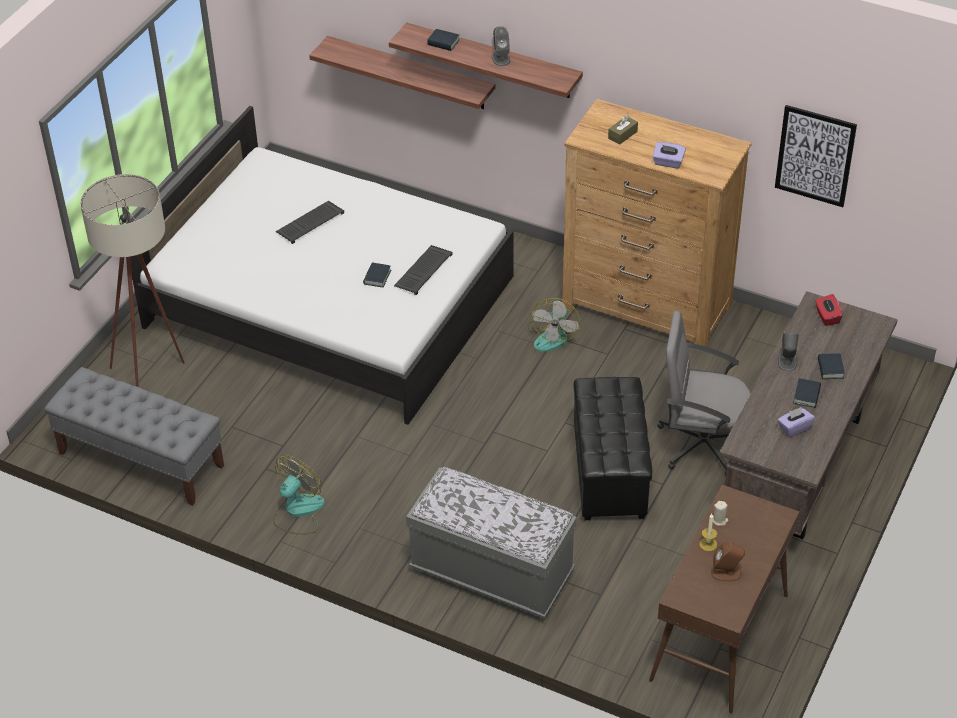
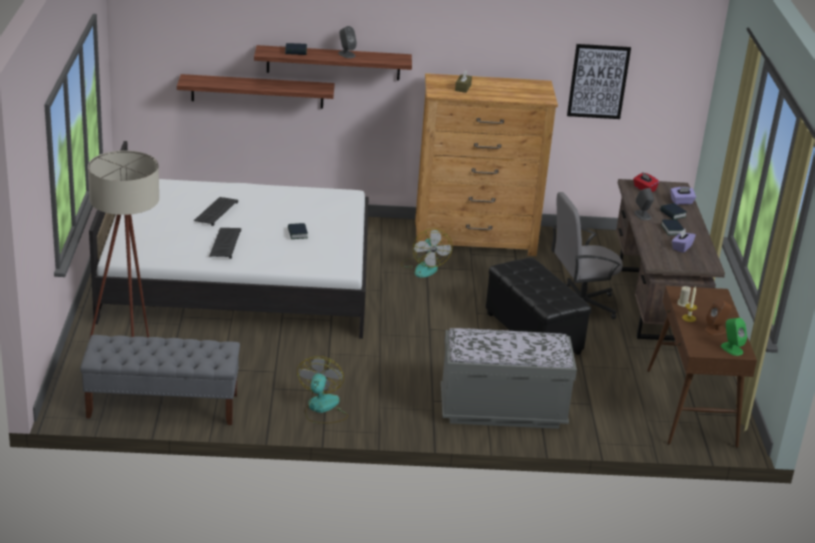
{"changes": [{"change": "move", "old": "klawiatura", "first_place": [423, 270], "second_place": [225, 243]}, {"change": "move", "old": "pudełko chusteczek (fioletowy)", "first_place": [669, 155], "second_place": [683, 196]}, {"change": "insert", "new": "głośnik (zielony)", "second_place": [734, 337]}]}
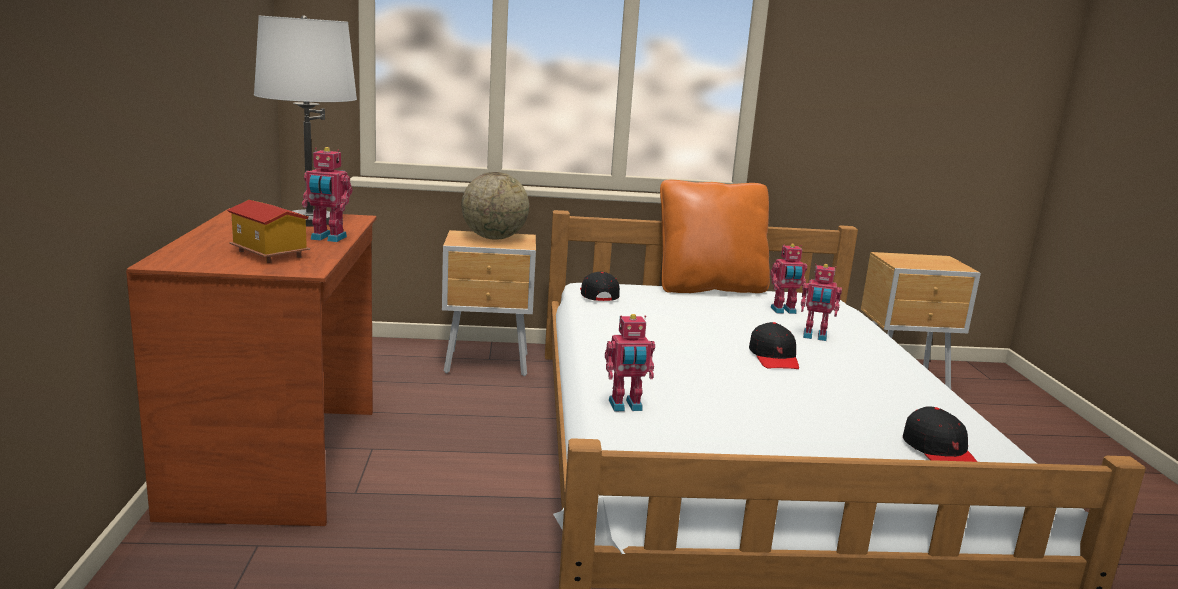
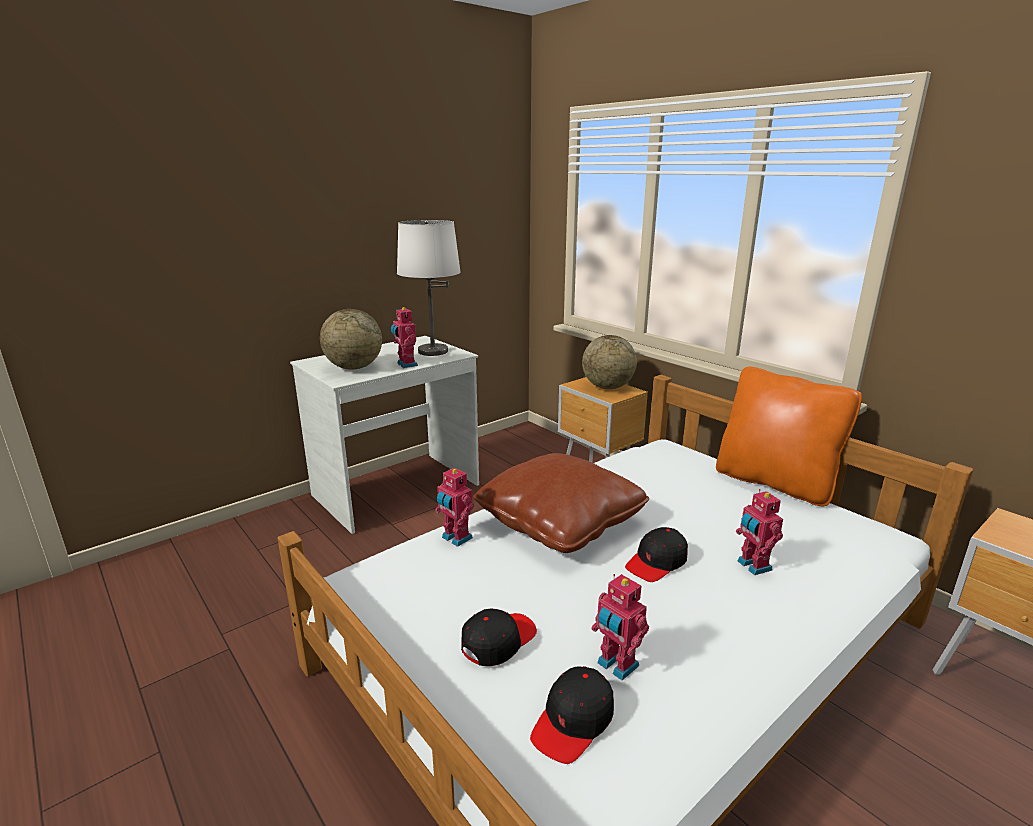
{"changes": [{"change": "recolor", "old": "biurko (brązowy)", "new": "biurko (biały)", "first_place": [251, 367], "second_place": [384, 435]}, {"change": "replace", "old": "domek", "new": "globus", "first_place": [268, 231], "second_place": [351, 339]}, {"change": "move", "old": "czapka z daszkiem (czarny)", "first_place": [600, 286], "second_place": [499, 637]}, {"change": "insert", "new": "poduszka (brązowy)", "second_place": [561, 503]}, {"change": "move", "old": "robot zabawkowy", "first_place": [788, 279], "second_place": [620, 627]}]}
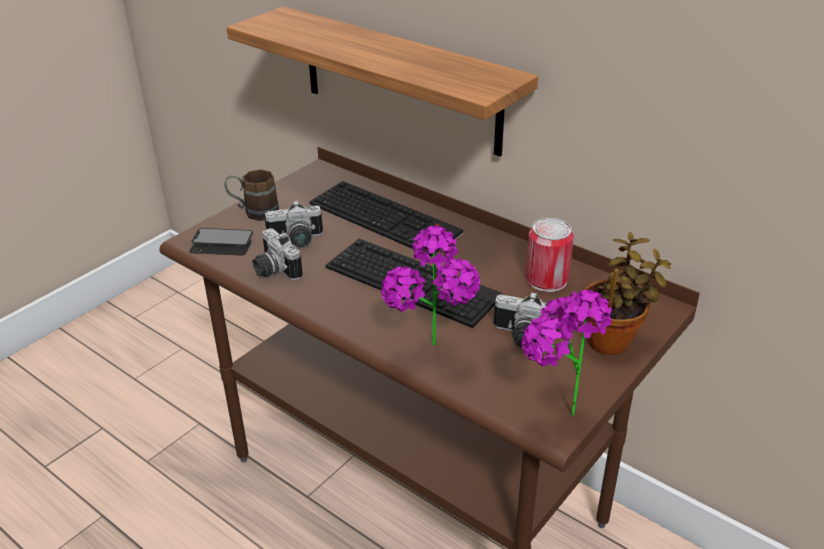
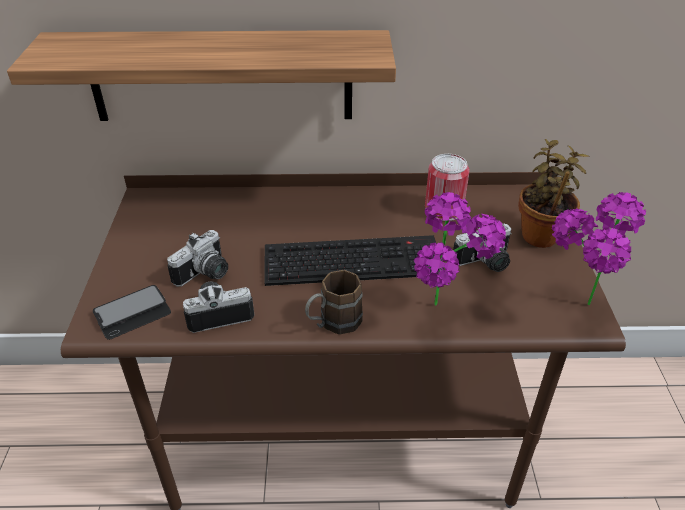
{"changes": [{"change": "rotate", "old": "aparat fotograficzny", "first_place": [277, 254], "second_place": [219, 307], "degrees": 150}, {"change": "move", "old": "kubek (brązowy)", "first_place": [252, 195], "second_place": [334, 302]}, {"change": "delete", "old": "klawiatura", "first_place": [386, 219]}]}
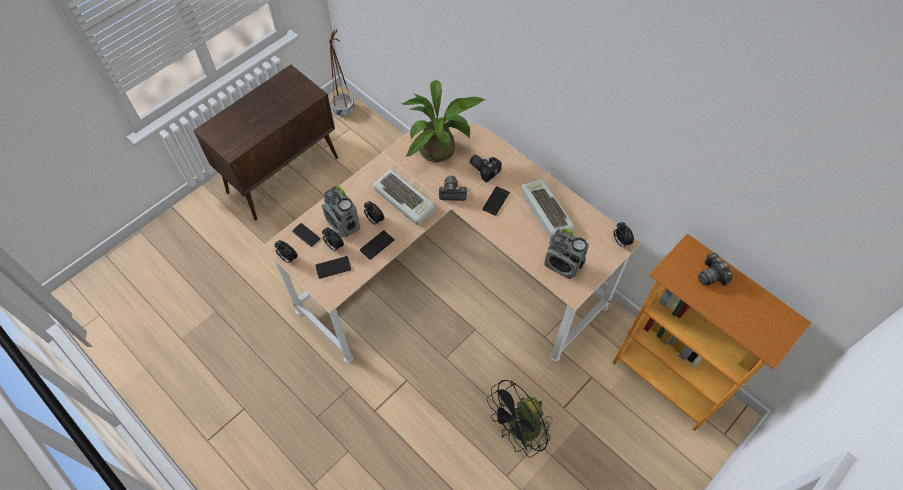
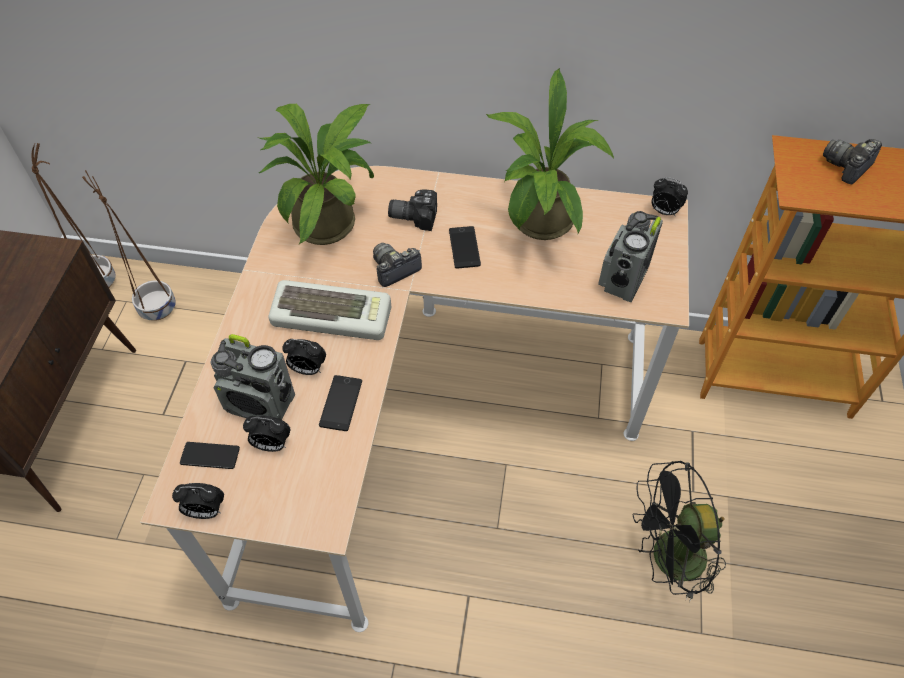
{"changes": [{"change": "insert", "new": "donica (brązowy)", "second_place": [129, 245]}, {"change": "replace", "old": "klawiatura", "new": "roślina doniczkowa", "first_place": [548, 208], "second_place": [550, 154]}, {"change": "rotate", "old": "radio", "first_place": [566, 253], "second_place": [630, 256], "degrees": 120}, {"change": "rotate", "old": "wentylator (czarny)", "first_place": [519, 419], "second_place": [679, 531], "degrees": 60}, {"change": "rotate", "old": "aparat fotograficzny", "first_place": [715, 269], "second_place": [852, 161], "degrees": 105}, {"change": "delete", "old": "telefon", "first_place": [333, 267]}]}
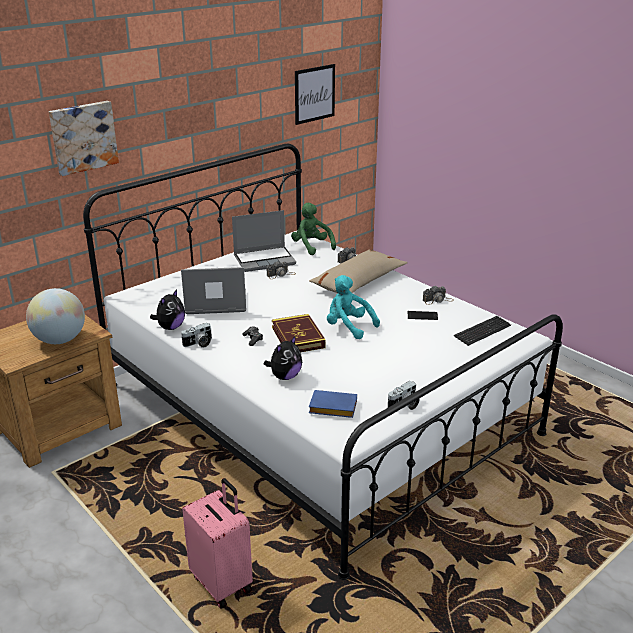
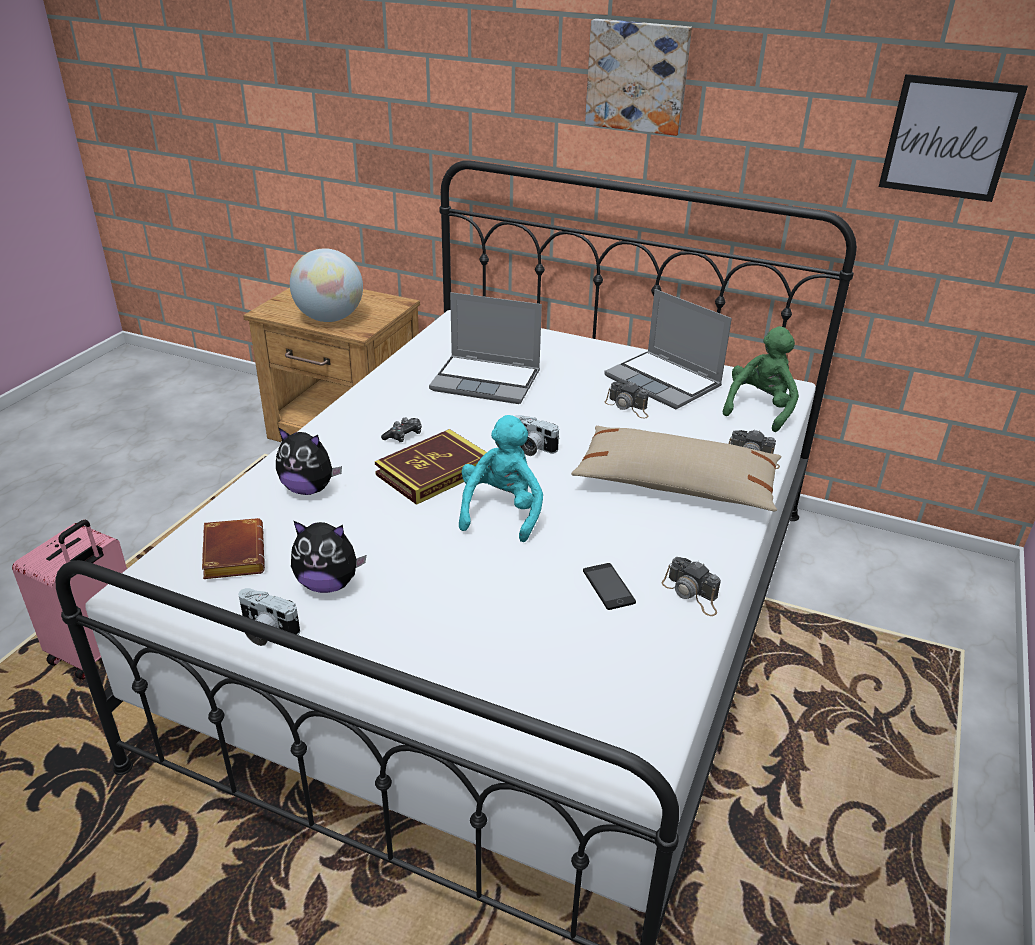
{"changes": [{"change": "recolor", "old": "książka (niebieski)", "new": "książka (brązowy)", "first_place": [333, 404], "second_place": [233, 548]}, {"change": "move", "old": "pluszak", "first_place": [167, 309], "second_place": [328, 557]}, {"change": "rotate", "old": "laptop", "first_place": [213, 290], "second_place": [485, 348], "degrees": 135}, {"change": "move", "old": "aparat fotograficzny", "first_place": [196, 335], "second_place": [537, 435]}, {"change": "move", "old": "obraz", "first_place": [84, 138], "second_place": [638, 77]}, {"change": "delete", "old": "klawiatura", "first_place": [482, 331]}]}
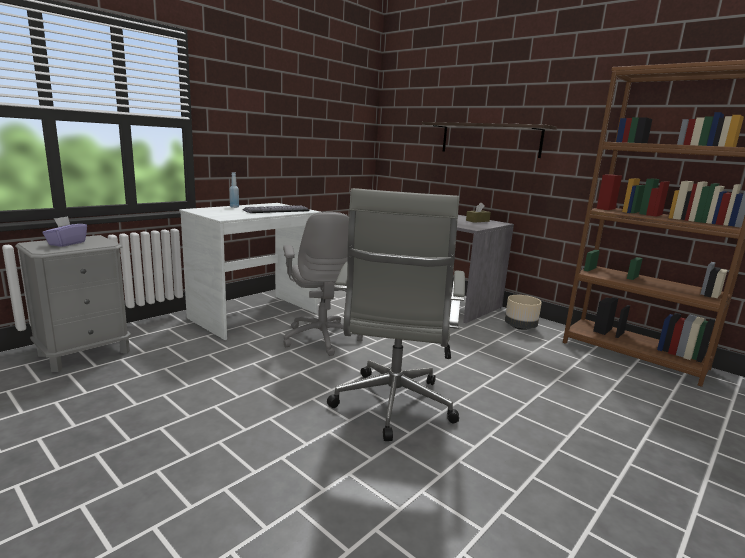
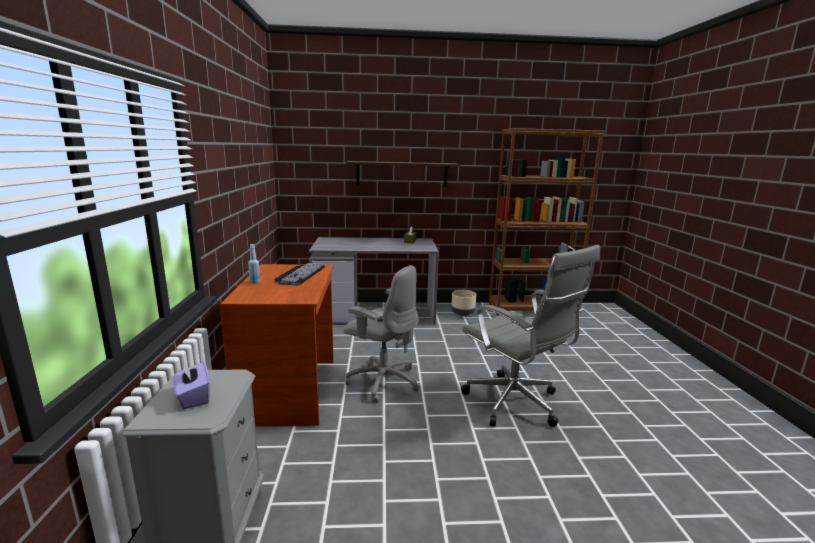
{"changes": [{"change": "recolor", "old": "biurko (biały)", "new": "biurko (brązowy)", "first_place": [249, 271], "second_place": [277, 345]}]}
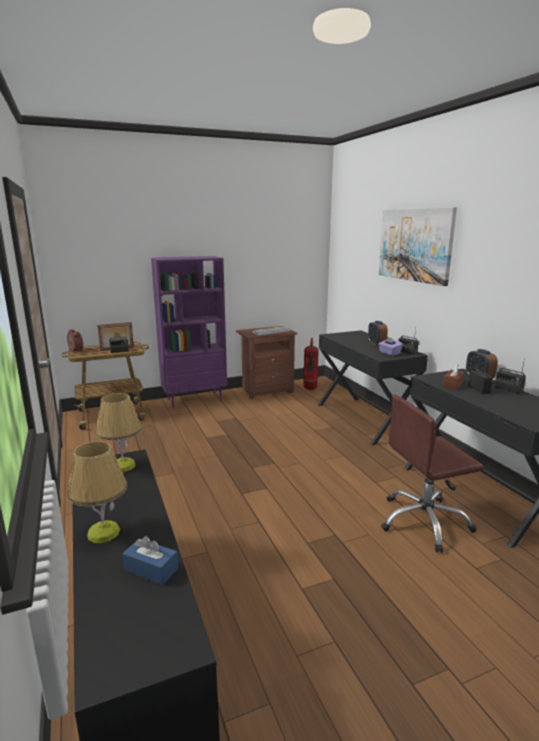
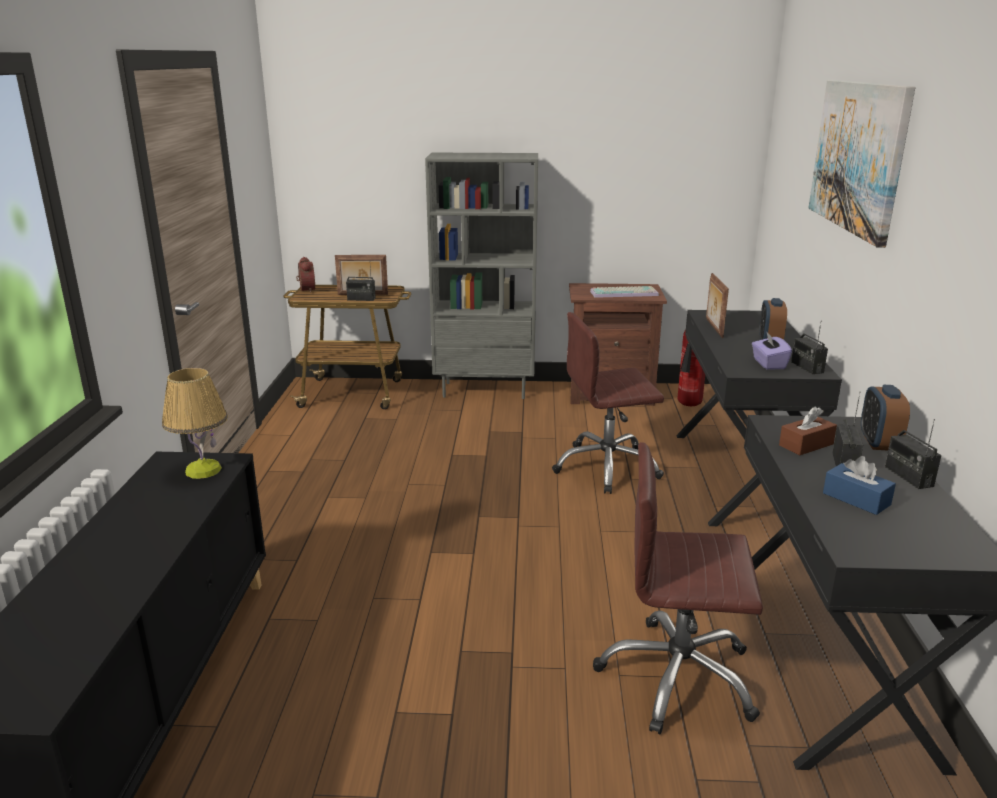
{"changes": [{"change": "recolor", "old": "regał (fioletowy)", "new": "regał (szary)", "first_place": [189, 332], "second_place": [481, 276]}, {"change": "insert", "new": "krzesło biurowe (brązowy)", "second_place": [608, 403]}, {"change": "insert", "new": "ramka na zdjęcie", "second_place": [717, 305]}, {"change": "move", "old": "pudełko chusteczek (niebieski)", "first_place": [150, 560], "second_place": [859, 485]}, {"change": "delete", "old": "lampa stołowa", "first_place": [97, 492]}]}
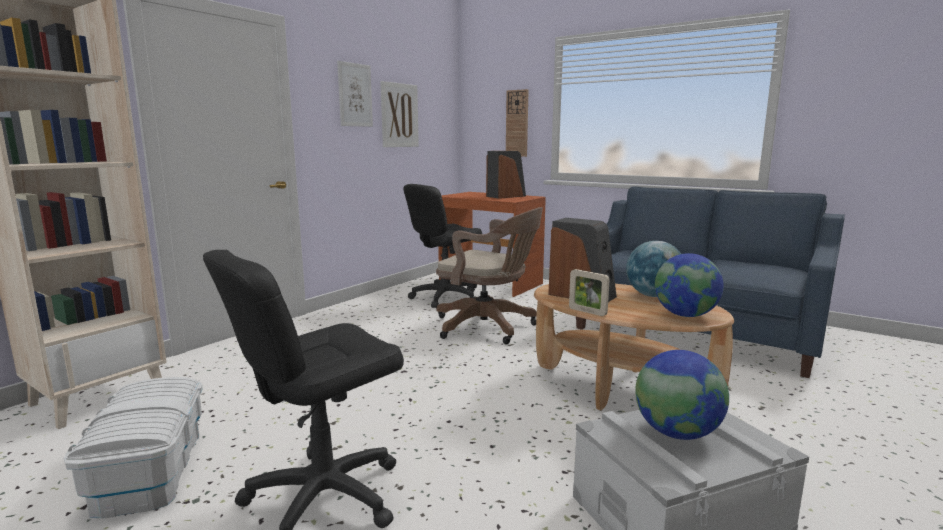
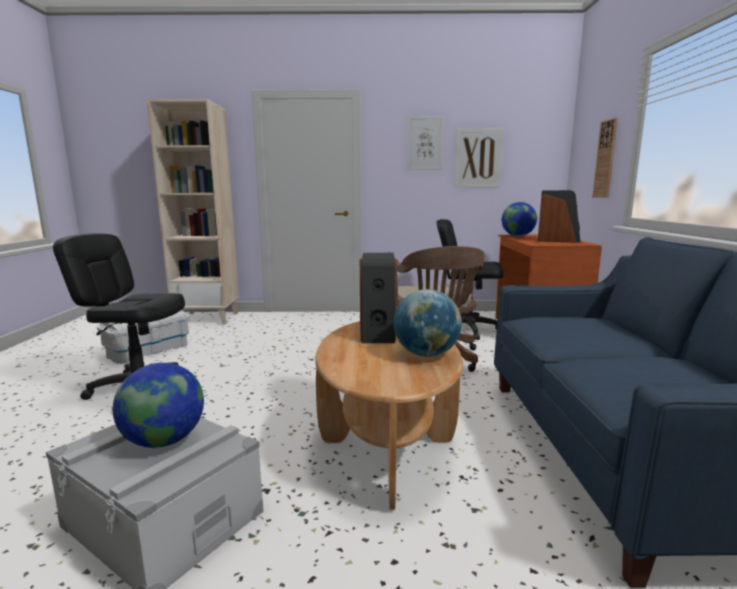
{"changes": [{"change": "move", "old": "globus", "first_place": [689, 285], "second_place": [519, 219]}, {"change": "delete", "old": "ramka na zdjęcie", "first_place": [589, 292]}]}
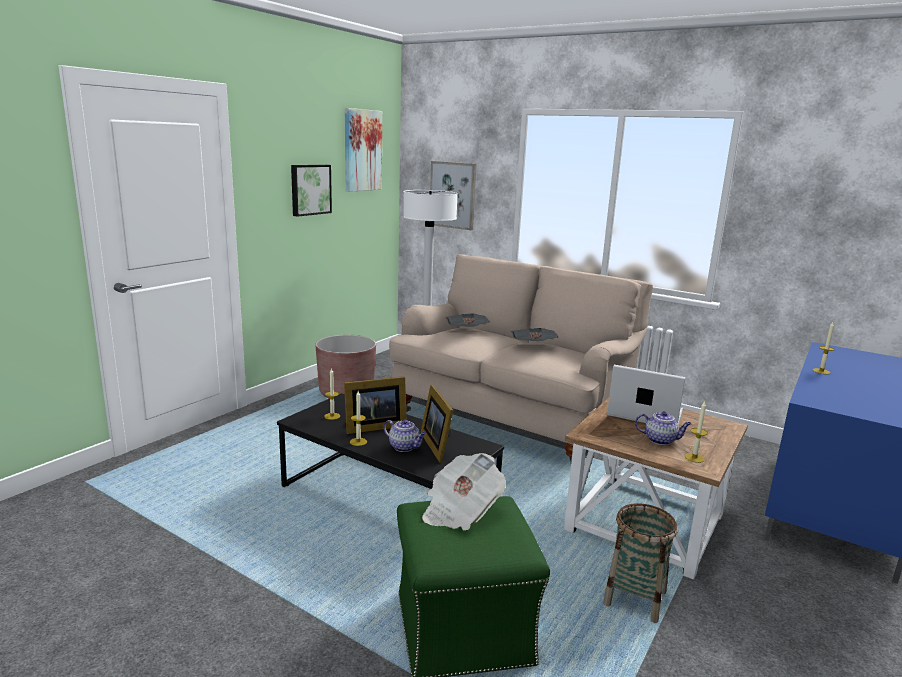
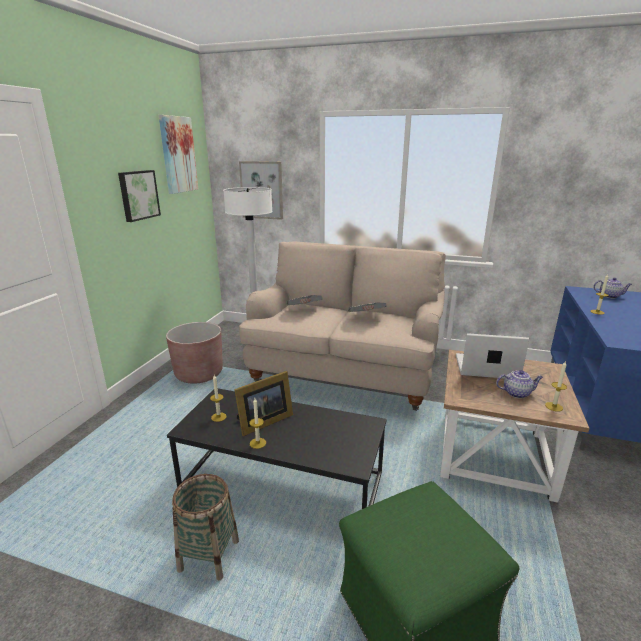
{"changes": [{"change": "move", "old": "koszyk", "first_place": [640, 563], "second_place": [205, 527]}, {"change": "move", "old": "imbryk", "first_place": [404, 435], "second_place": [612, 288]}, {"change": "delete", "old": "ramka na zdjęcie", "first_place": [436, 424]}, {"change": "delete", "old": "gazeta", "first_place": [464, 491]}]}
